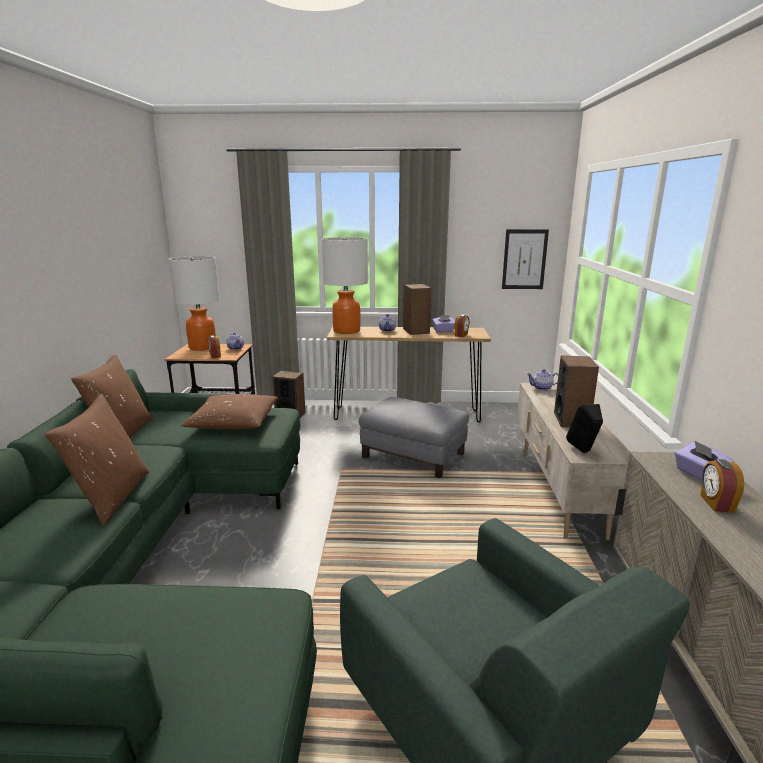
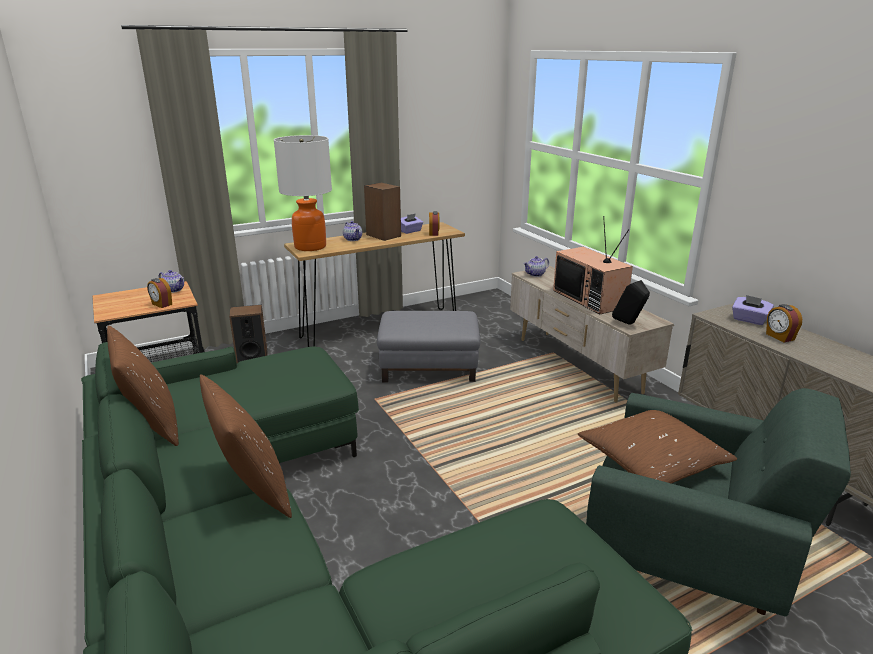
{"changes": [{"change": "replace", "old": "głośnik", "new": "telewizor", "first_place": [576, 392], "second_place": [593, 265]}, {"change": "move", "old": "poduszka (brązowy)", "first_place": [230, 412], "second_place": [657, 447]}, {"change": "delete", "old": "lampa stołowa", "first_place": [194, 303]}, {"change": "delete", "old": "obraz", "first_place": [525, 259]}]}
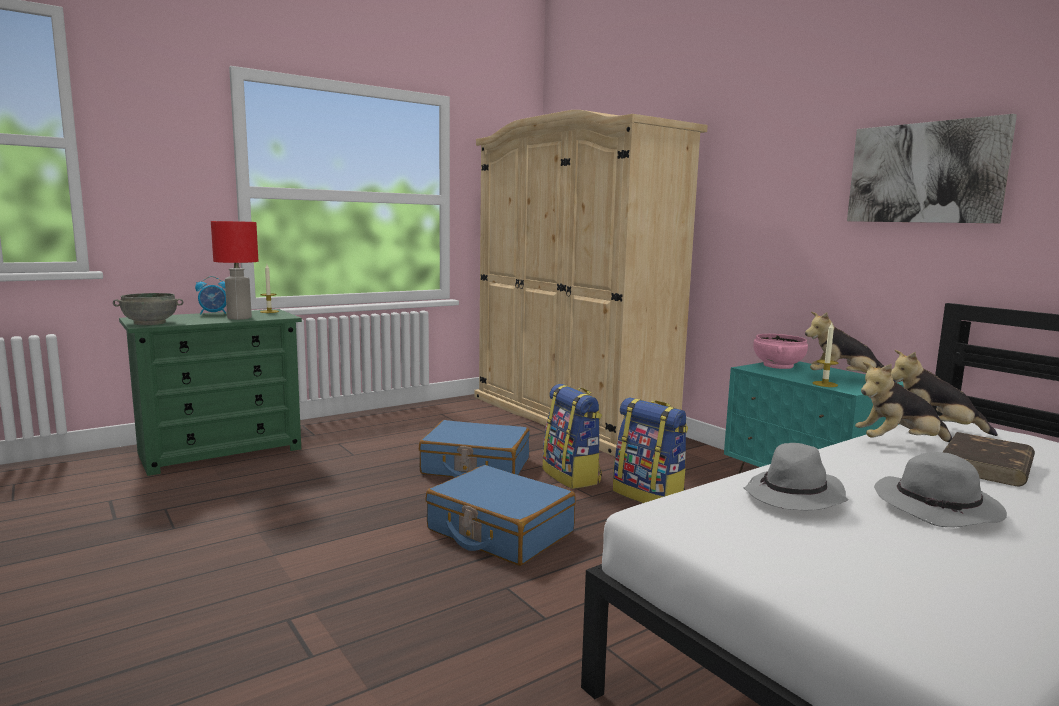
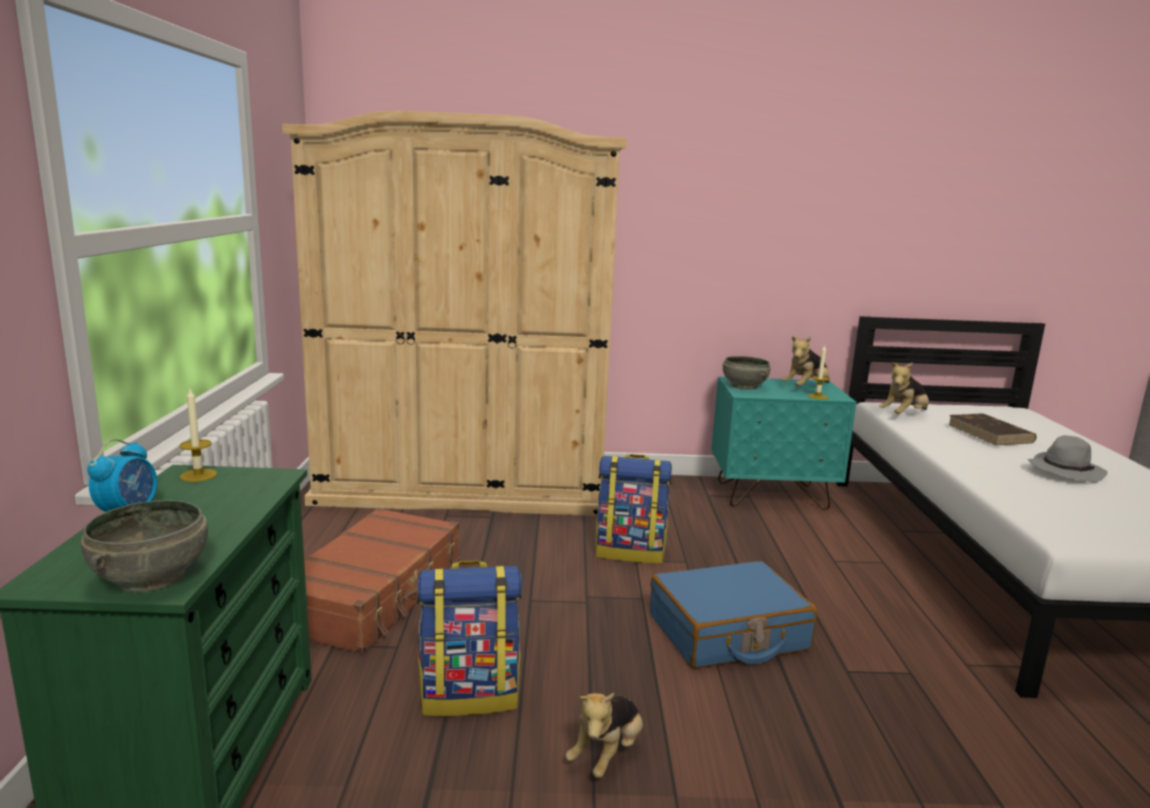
{"changes": [{"change": "insert", "new": "walizka (brązowy)", "second_place": [381, 581]}, {"change": "move", "old": "plecak", "first_place": [650, 450], "second_place": [469, 638]}, {"change": "move", "old": "pluszak", "first_place": [904, 402], "second_place": [604, 735]}, {"change": "recolor", "old": "miska (różowy)", "new": "miska (szary)", "first_place": [780, 351], "second_place": [746, 372]}, {"change": "delete", "old": "lampa stołowa (czerwony)", "first_place": [234, 270]}, {"change": "delete", "old": "walizka (niebieski)", "first_place": [474, 448]}, {"change": "delete", "old": "kapelusz (szary)", "first_place": [796, 476]}, {"change": "delete", "old": "obraz", "first_place": [932, 168]}]}
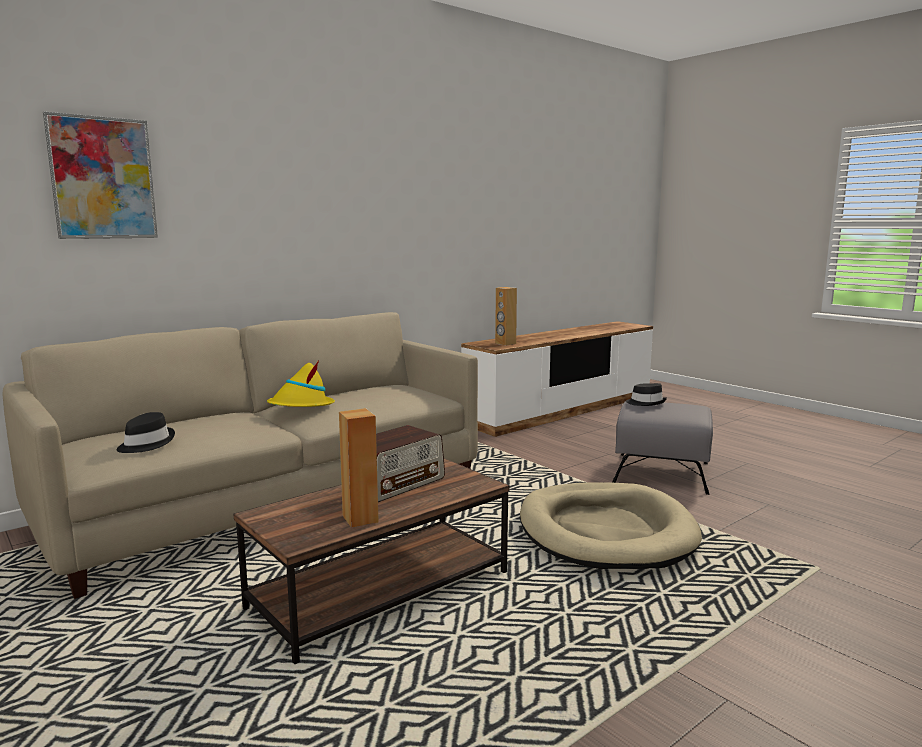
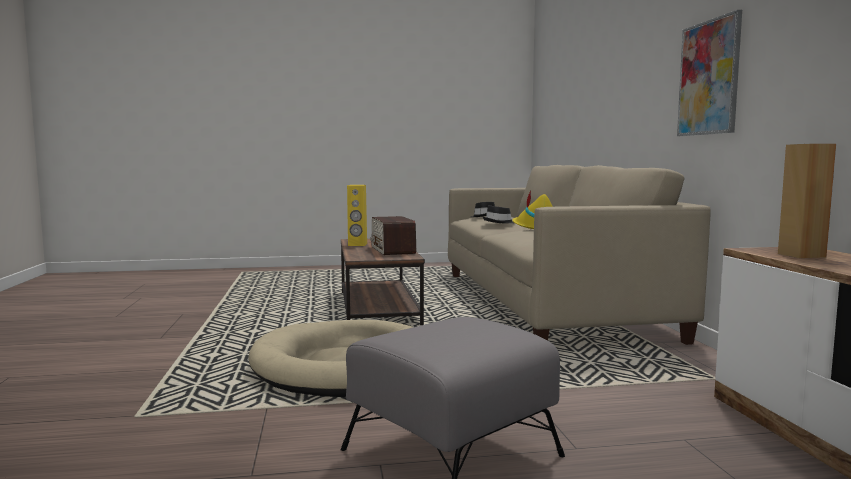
{"changes": [{"change": "recolor", "old": "głośnik (brązowy)", "new": "głośnik (żółty)", "first_place": [359, 468], "second_place": [357, 215]}, {"change": "move", "old": "kapelusz (czarny)", "first_place": [646, 394], "second_place": [498, 214]}, {"change": "move", "old": "obraz", "first_place": [100, 175], "second_place": [709, 73]}]}
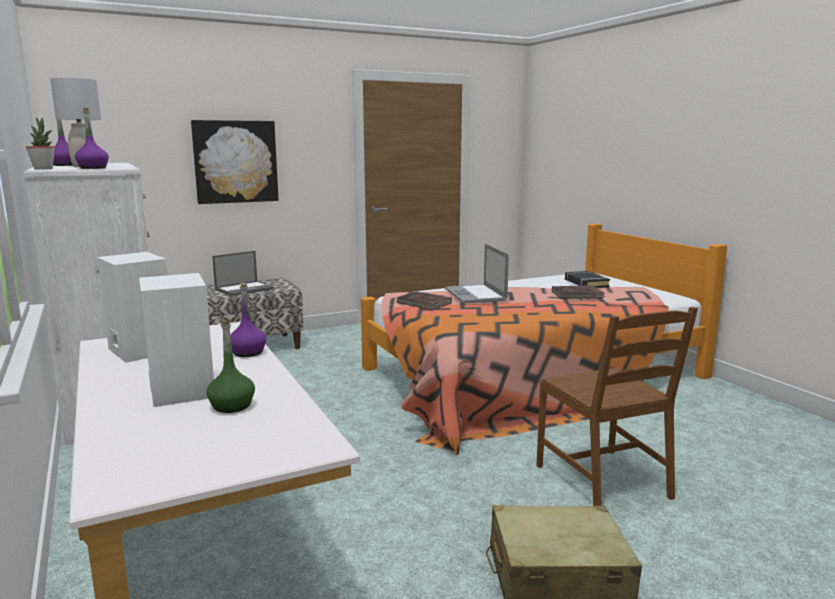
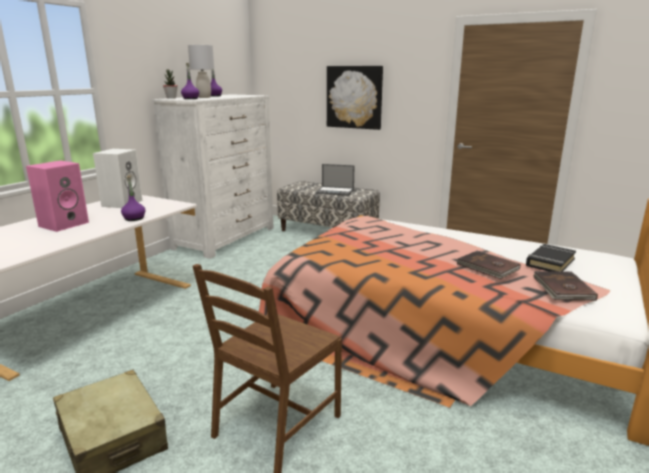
{"changes": [{"change": "recolor", "old": "głośnik (biały)", "new": "głośnik (różowy)", "first_place": [176, 340], "second_place": [57, 196]}, {"change": "move", "old": "książka (brązowy)", "first_place": [424, 300], "second_place": [565, 286]}, {"change": "delete", "old": "butelka (zielony)", "first_place": [230, 367]}, {"change": "delete", "old": "laptop", "first_place": [476, 273]}]}
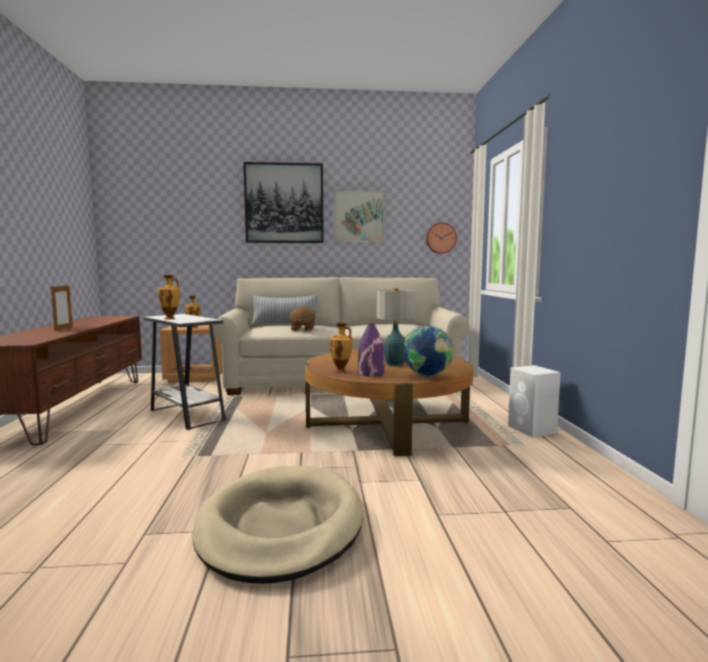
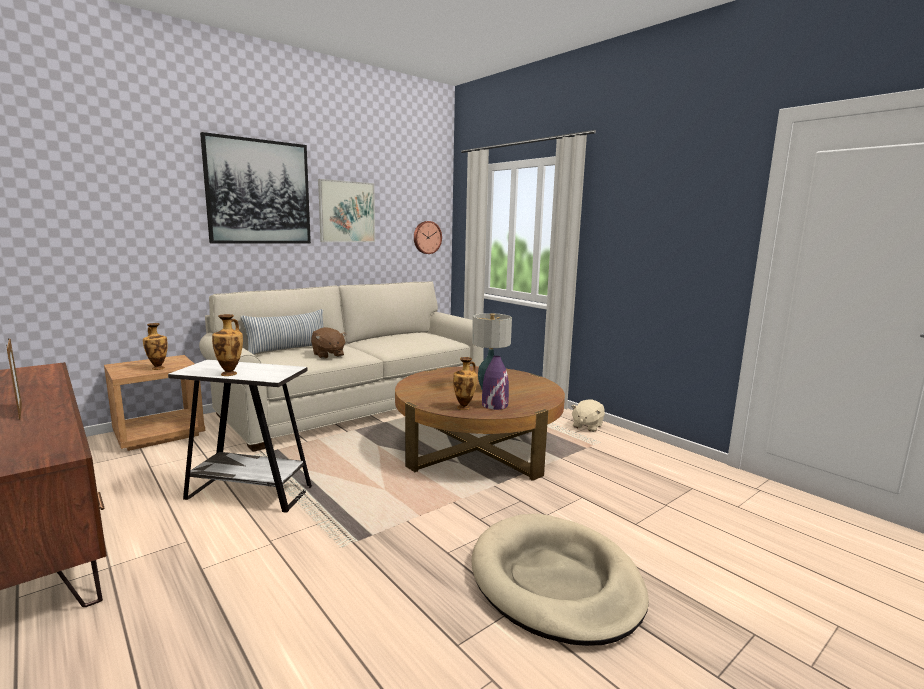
{"changes": [{"change": "replace", "old": "głośnik (biały)", "new": "pluszak (beżowy)", "first_place": [534, 401], "second_place": [588, 416]}, {"change": "delete", "old": "globus", "first_place": [428, 351]}]}
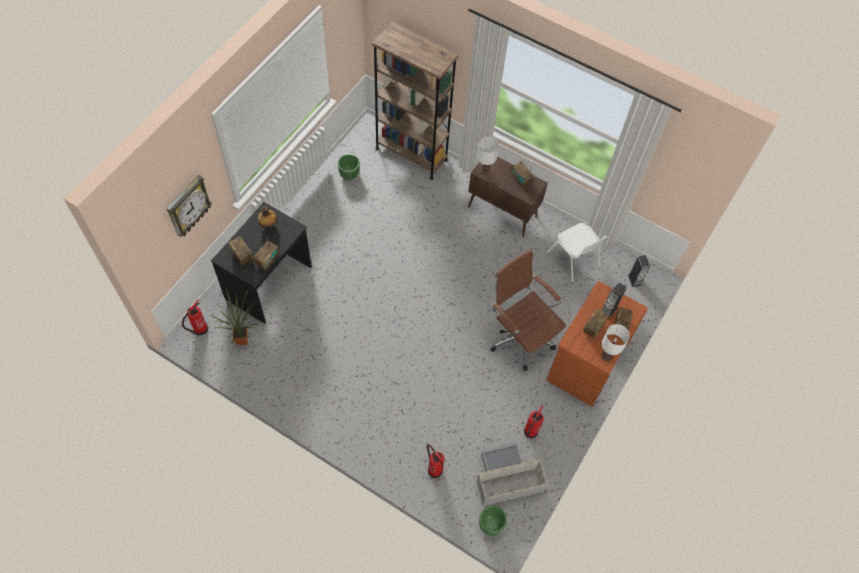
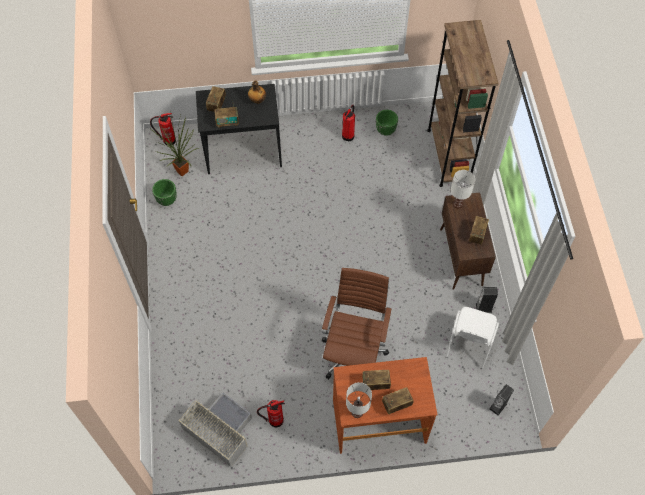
{"changes": [{"change": "move", "old": "donica (zielony)", "first_place": [493, 521], "second_place": [164, 192]}, {"change": "move", "old": "gaśnica", "first_place": [435, 461], "second_place": [348, 123]}, {"change": "move", "old": "głośnik", "first_place": [613, 300], "second_place": [487, 300]}, {"change": "delete", "old": "zegar ścienny", "first_place": [189, 206]}]}
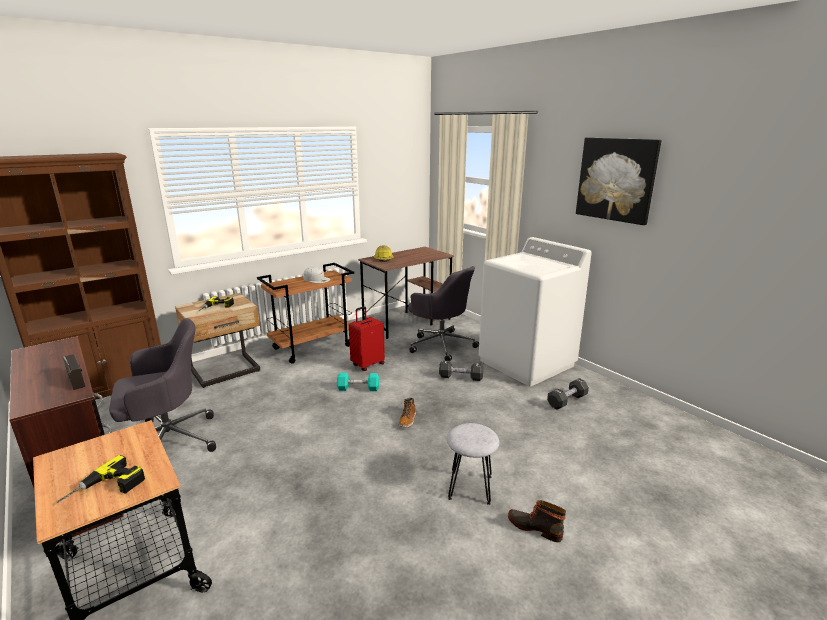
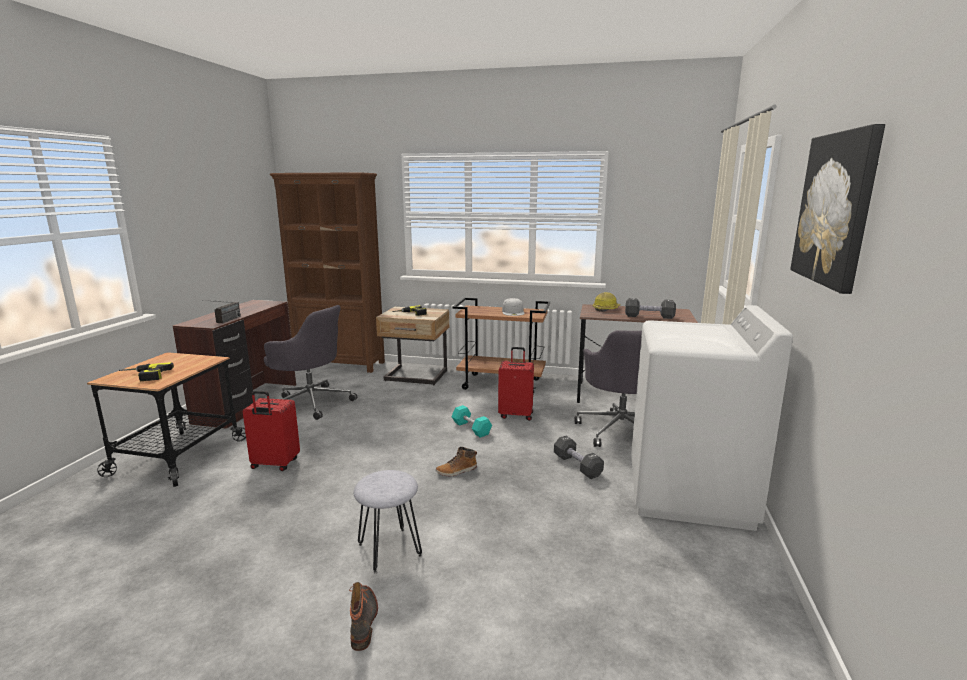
{"changes": [{"change": "insert", "new": "walizka (czerwony)", "second_place": [271, 431]}, {"change": "move", "old": "hantel (czarny)", "first_place": [568, 394], "second_place": [650, 308]}]}
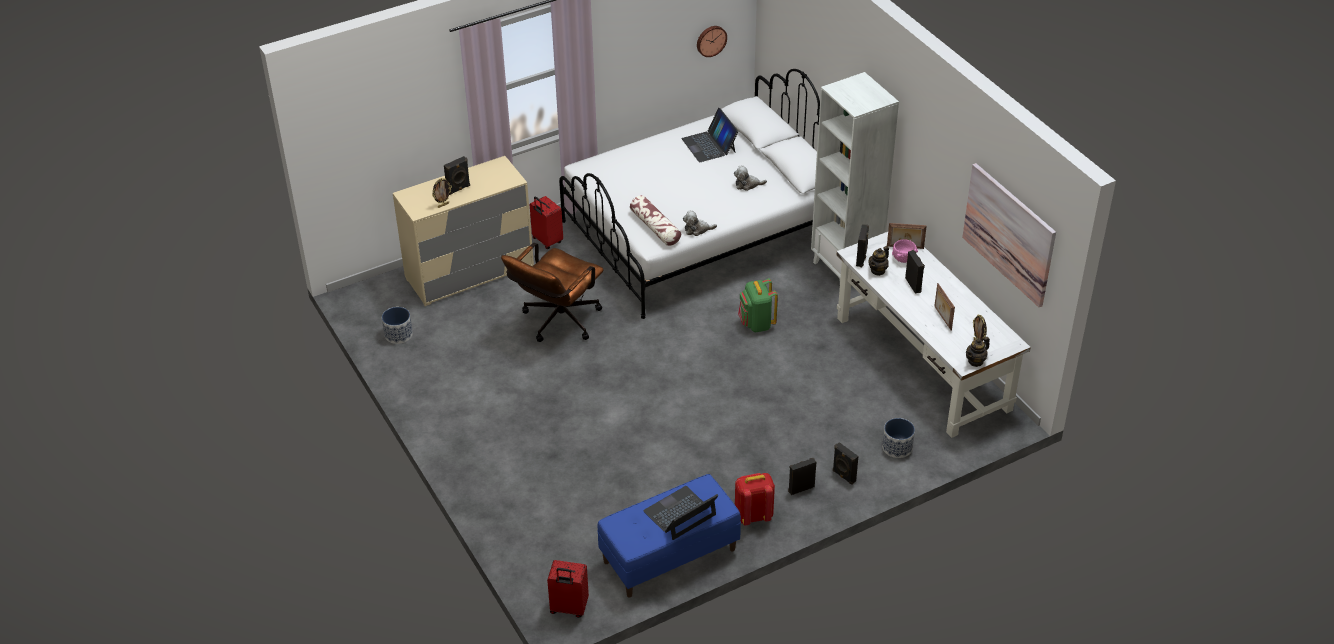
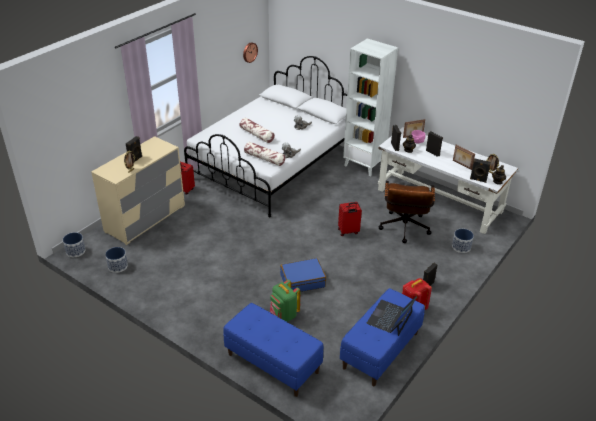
{"changes": [{"change": "insert", "new": "donica", "second_place": [74, 244]}, {"change": "insert", "new": "ławka (niebieski)", "second_place": [273, 350]}, {"change": "insert", "new": "poduszka", "second_place": [257, 130]}, {"change": "move", "old": "plecak (zielony)", "first_place": [758, 305], "second_place": [285, 300]}, {"change": "insert", "new": "walizka (niebieski)", "second_place": [303, 275]}, {"change": "move", "old": "walizka (czerwony)", "first_place": [568, 589], "second_place": [350, 219]}, {"change": "move", "old": "krzesło biurowe (brązowy)", "first_place": [552, 292], "second_place": [406, 212]}, {"change": "move", "old": "głośnik (czarny)", "first_place": [846, 463], "second_place": [480, 171]}, {"change": "delete", "old": "laptop", "first_place": [709, 135]}, {"change": "delete", "old": "obraz", "first_place": [1009, 235]}]}
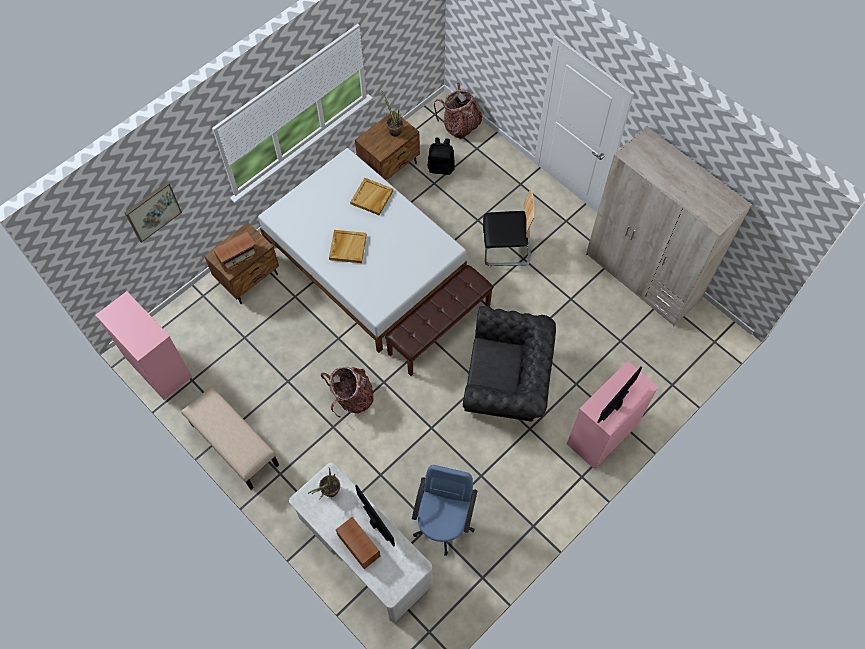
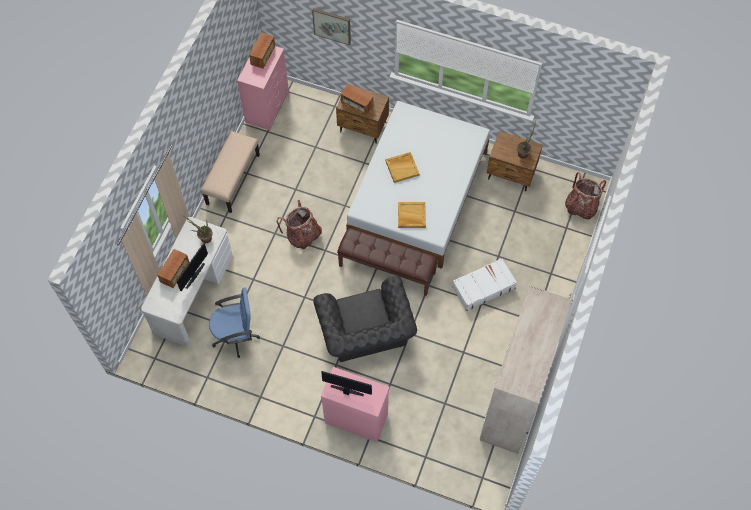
{"changes": [{"change": "insert", "new": "radio", "second_place": [262, 50]}, {"change": "move", "old": "taca (beżowy)", "first_place": [371, 197], "second_place": [412, 215]}, {"change": "replace", "old": "krzesło", "new": "walizka (biały)", "first_place": [509, 227], "second_place": [484, 284]}, {"change": "delete", "old": "plecak (czarny)", "first_place": [441, 156]}]}
